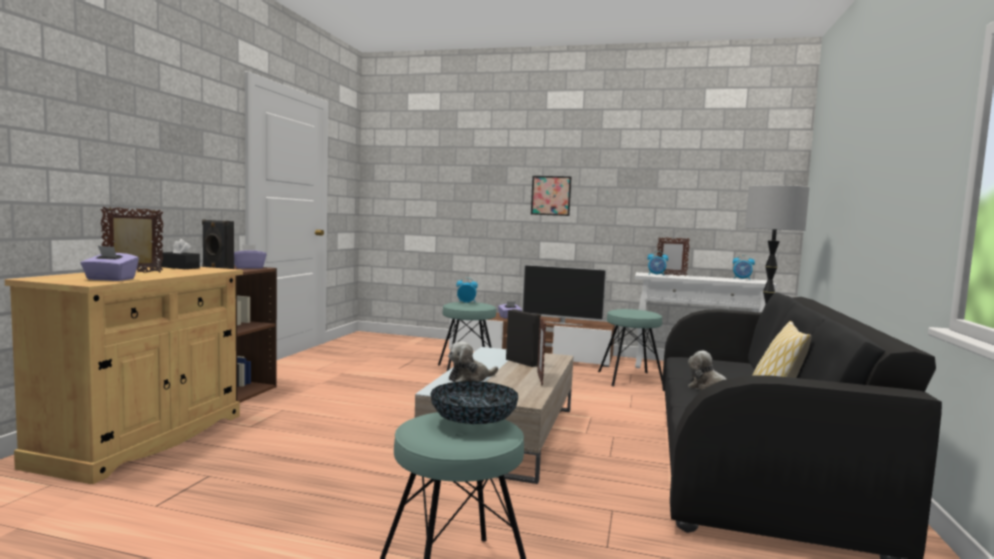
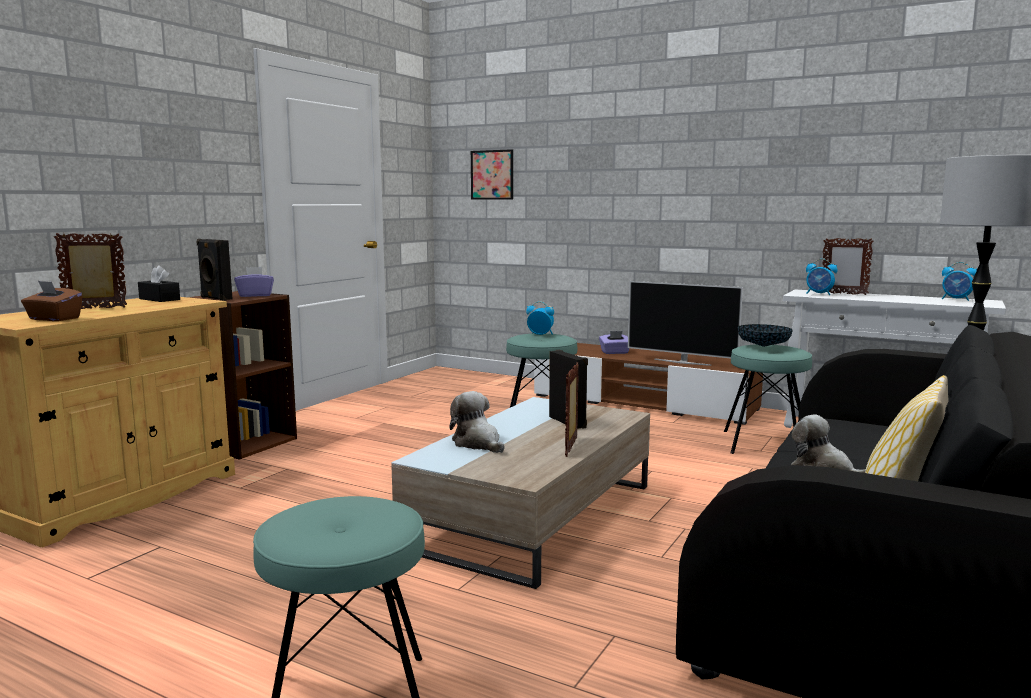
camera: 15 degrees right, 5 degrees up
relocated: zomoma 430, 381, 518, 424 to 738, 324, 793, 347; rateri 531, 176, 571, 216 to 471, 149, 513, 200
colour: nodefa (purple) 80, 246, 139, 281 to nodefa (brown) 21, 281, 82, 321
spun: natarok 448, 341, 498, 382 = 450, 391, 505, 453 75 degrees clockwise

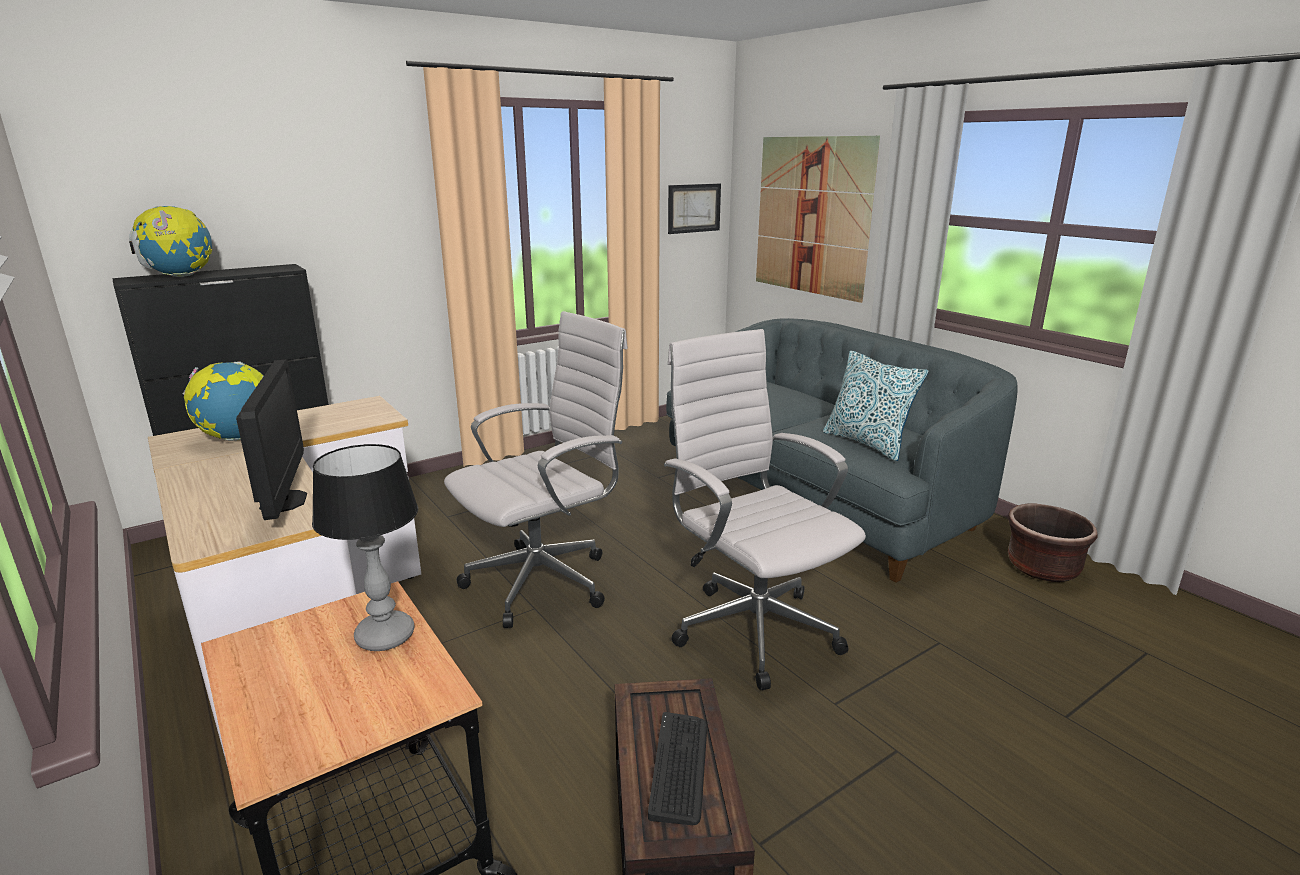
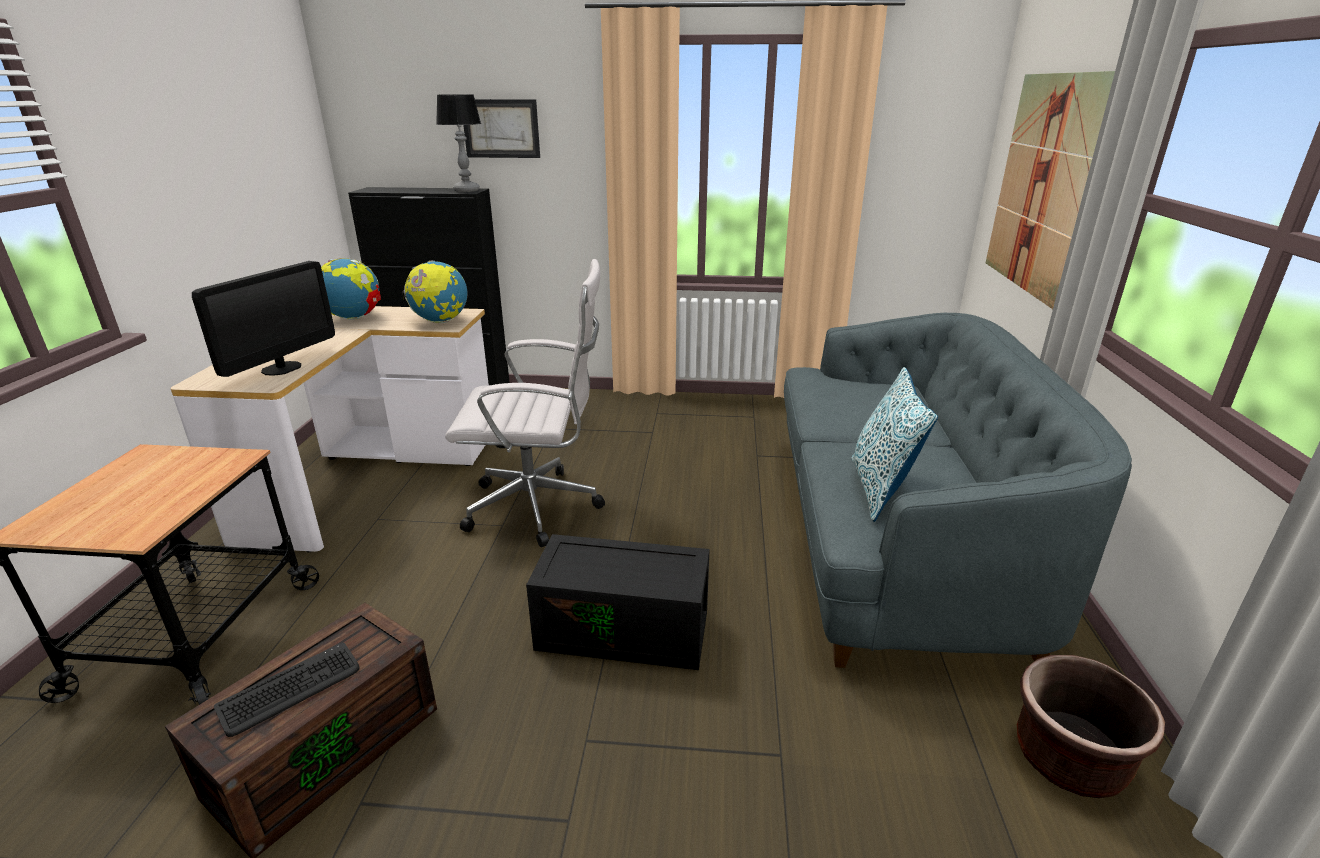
camera: 40 degrees right, 5 degrees up
relocated: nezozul 129, 206, 213, 277 to 403, 260, 468, 323; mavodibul 312, 444, 418, 651 to 436, 94, 481, 192; rateri 668, 184, 721, 234 to 463, 99, 540, 158
exchanged: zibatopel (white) 664, 329, 866, 690 to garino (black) 526, 534, 710, 670

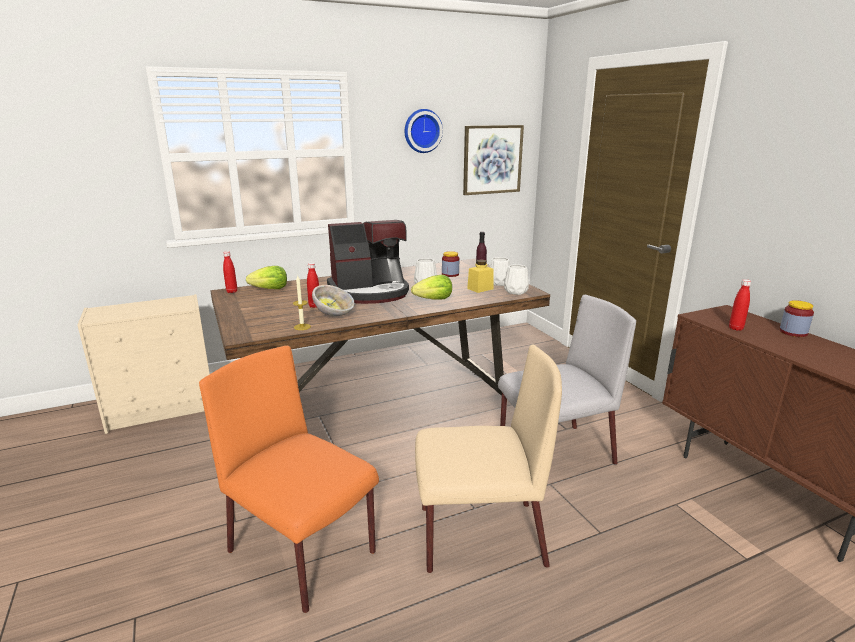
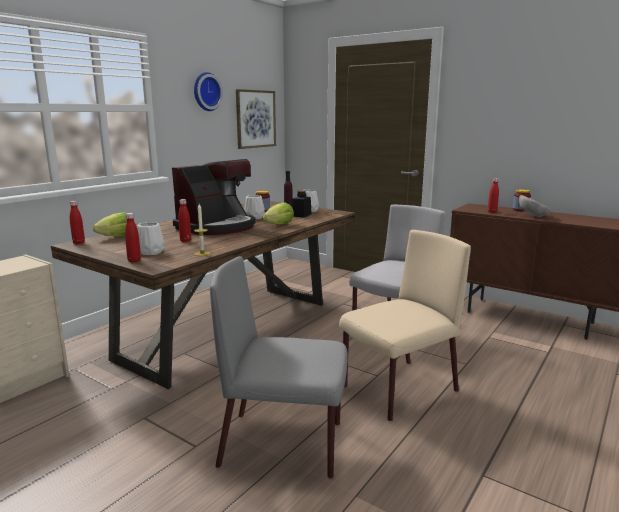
camera: 30 degrees left, 5 degrees down
appeared: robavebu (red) 125, 213, 141, 263
relocated: zomoma 312, 285, 354, 317 to 519, 195, 551, 217; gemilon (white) 504, 264, 529, 295 to 137, 222, 165, 255
colour: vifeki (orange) 199, 346, 379, 613 to vifeki (grey) 210, 256, 348, 479; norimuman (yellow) 467, 259, 494, 293 to norimuman (black) 292, 191, 311, 218

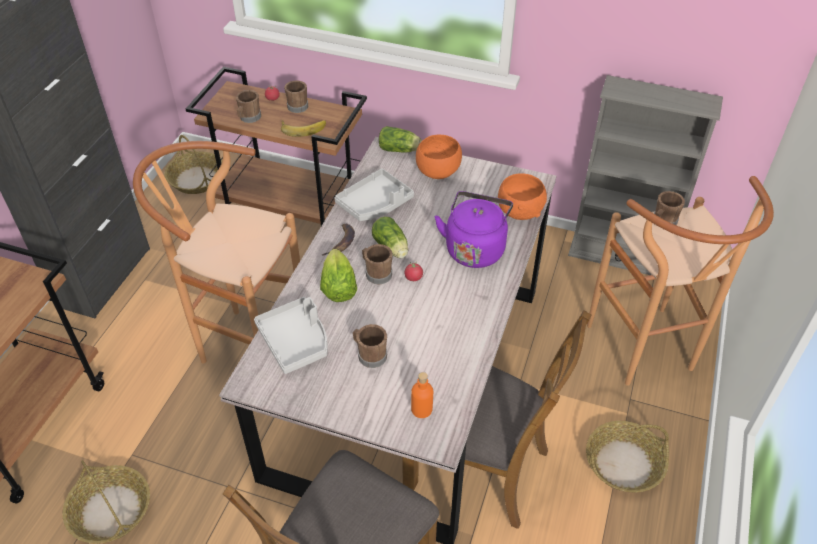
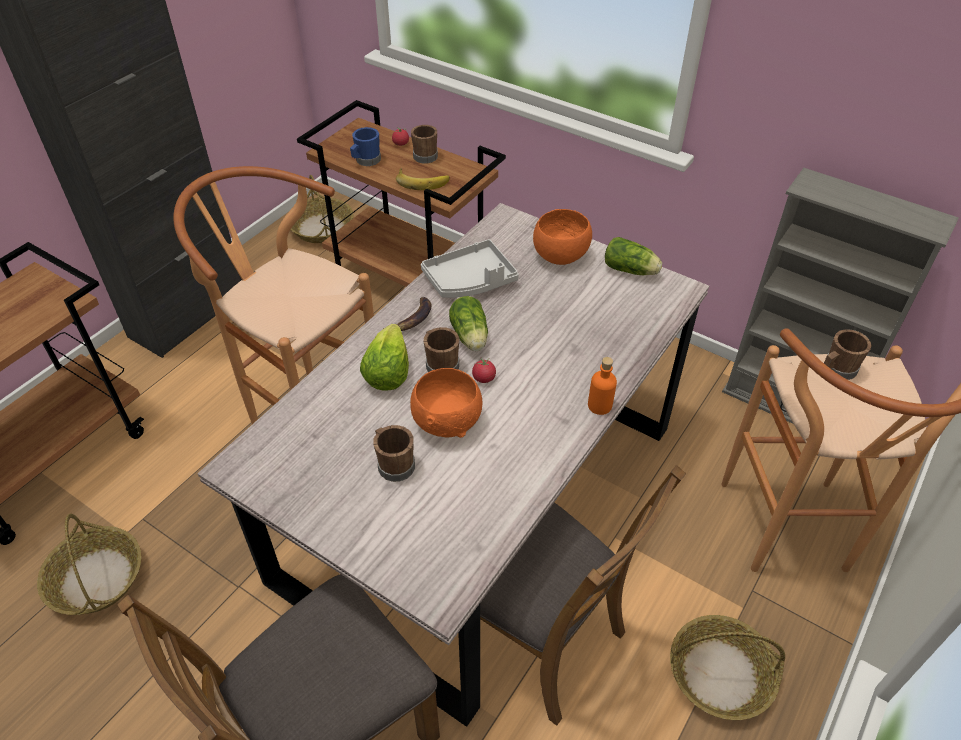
camera: 15 degrees right, 0 degrees up
missing: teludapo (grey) 254, 297, 328, 374; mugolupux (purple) 435, 191, 513, 268
relocated: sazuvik 379, 126, 422, 153 to 605, 237, 662, 275; robavebu (orange) 411, 372, 433, 418 to 588, 357, 617, 415; zomoma (orange) 498, 173, 547, 220 to 410, 368, 482, 438
colour: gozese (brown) 236, 90, 261, 123 to gozese (blue) 350, 127, 381, 166

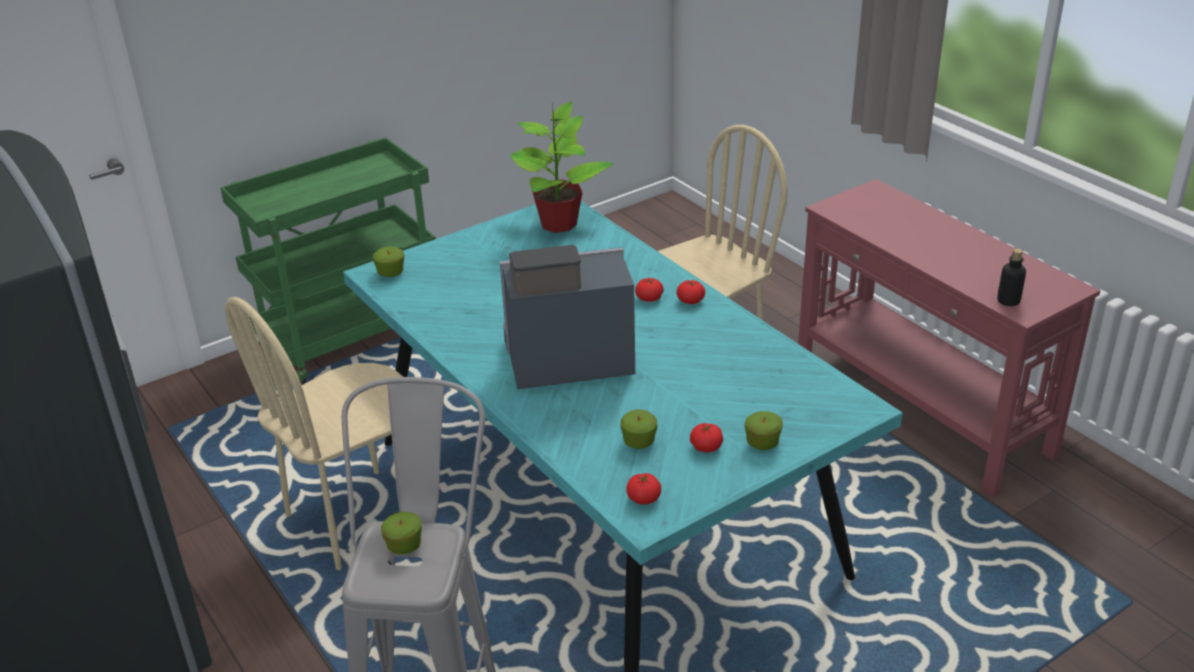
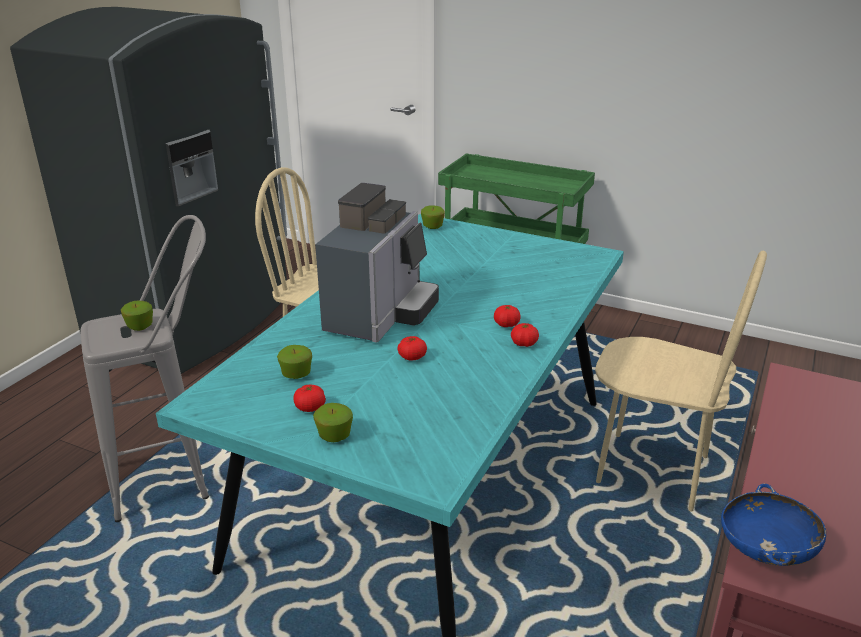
camera: 60 degrees right, 5 degrees down
missing: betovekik 510, 102, 614, 233
relocated: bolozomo 626, 473, 661, 505 to 397, 336, 427, 361
exchanged: robavebu 997, 248, 1026, 306 to zomoma (blue) 721, 483, 826, 566
spun: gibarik 500, 245, 635, 390 = 315, 183, 439, 343 60 degrees clockwise

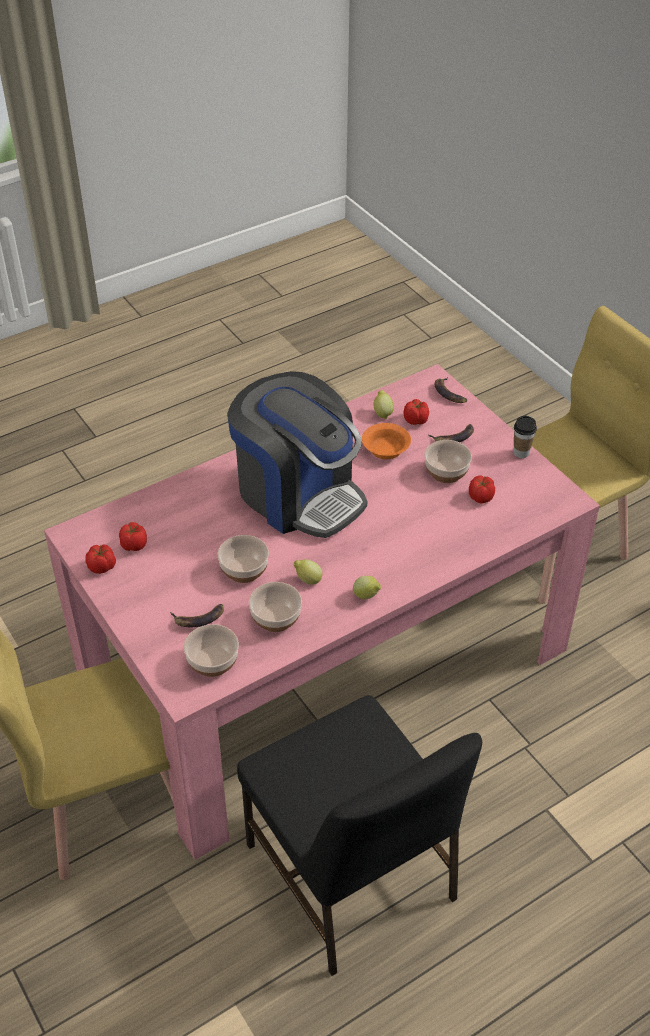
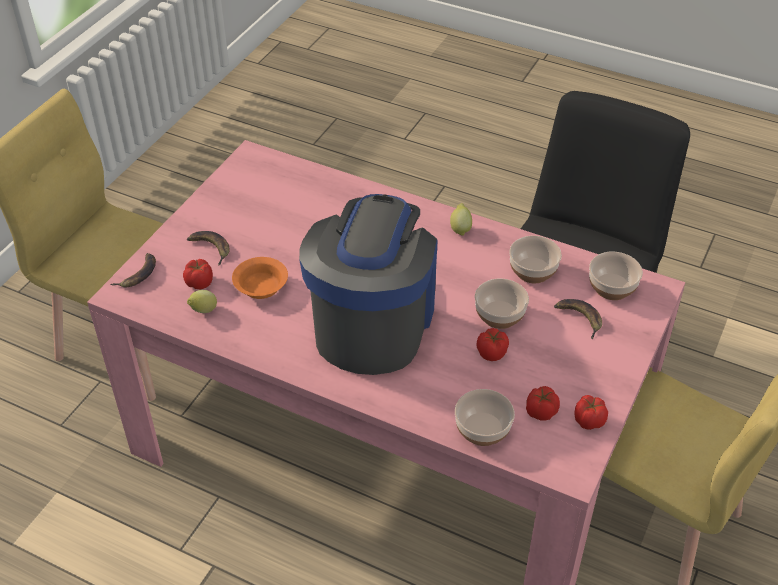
camera: 120 degrees left, 0 degrees up
missing: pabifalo 294, 559, 322, 585; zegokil 513, 416, 537, 458
relocated: zomoma 424, 440, 472, 483 to 455, 389, 515, 446; bolozomo 469, 475, 495, 504 to 476, 328, 509, 361

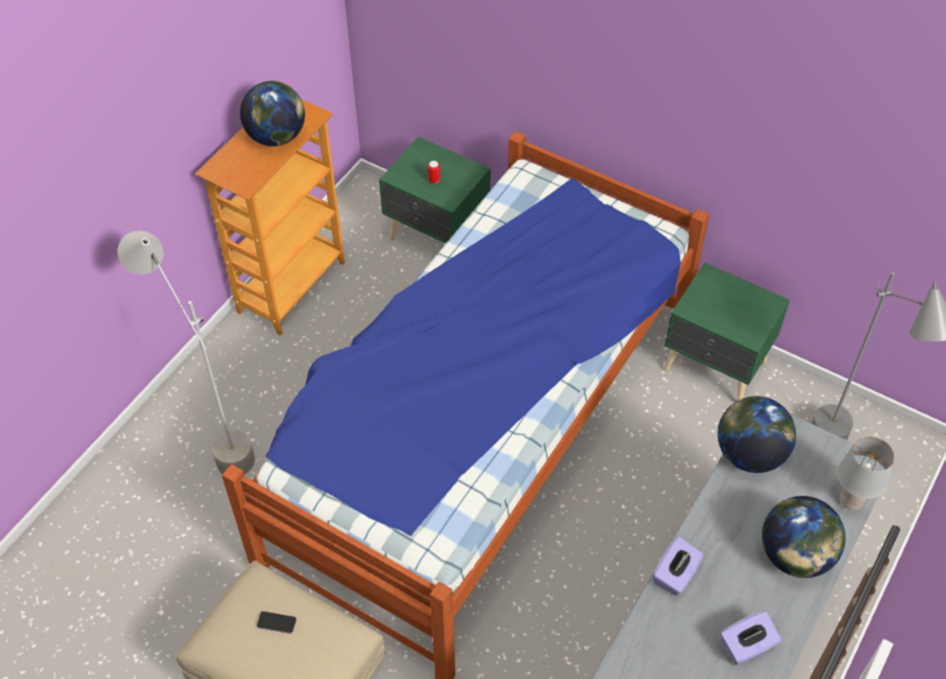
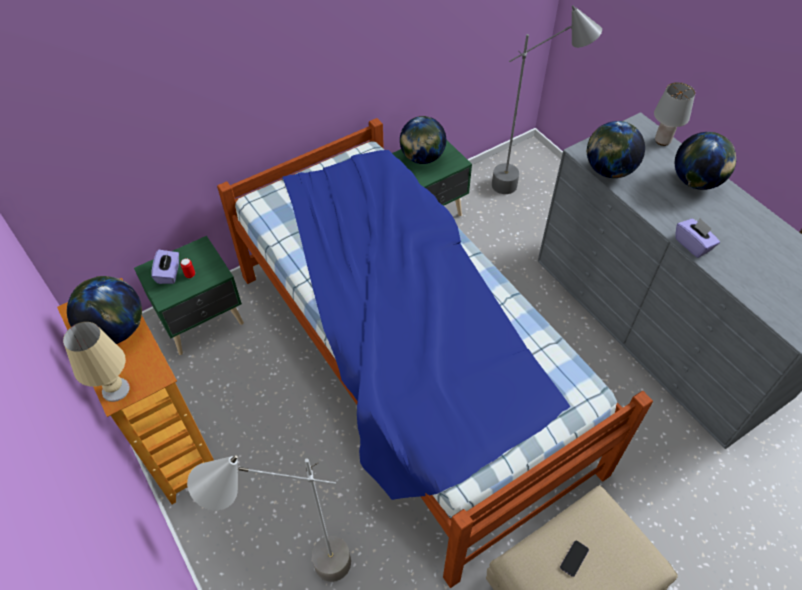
camera: 65 degrees left, 0 degrees up
appeared: mavodibul (beige) 63, 322, 130, 402; nezozul 400, 116, 446, 164
relocated: nodefa (purple) 720, 611, 781, 665 to 151, 250, 179, 284

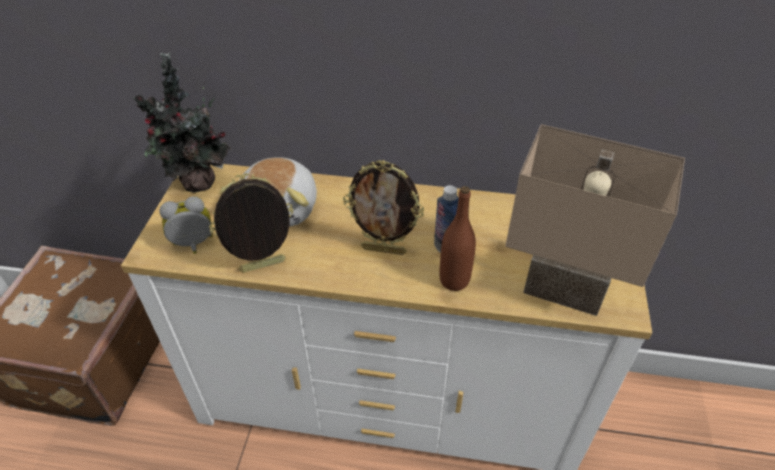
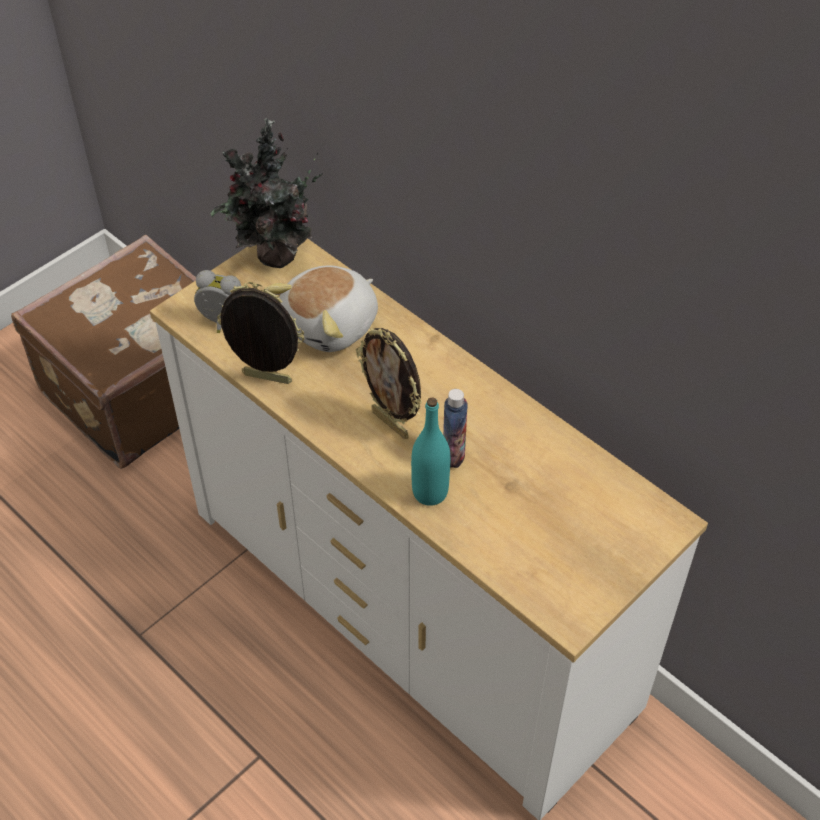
camera: 35 degrees right, 5 degrees up
missing: mavodibul (beige) 505, 124, 685, 316
colour: robavebu (brown) 439, 186, 476, 291 to robavebu (turquoise) 411, 397, 450, 506

